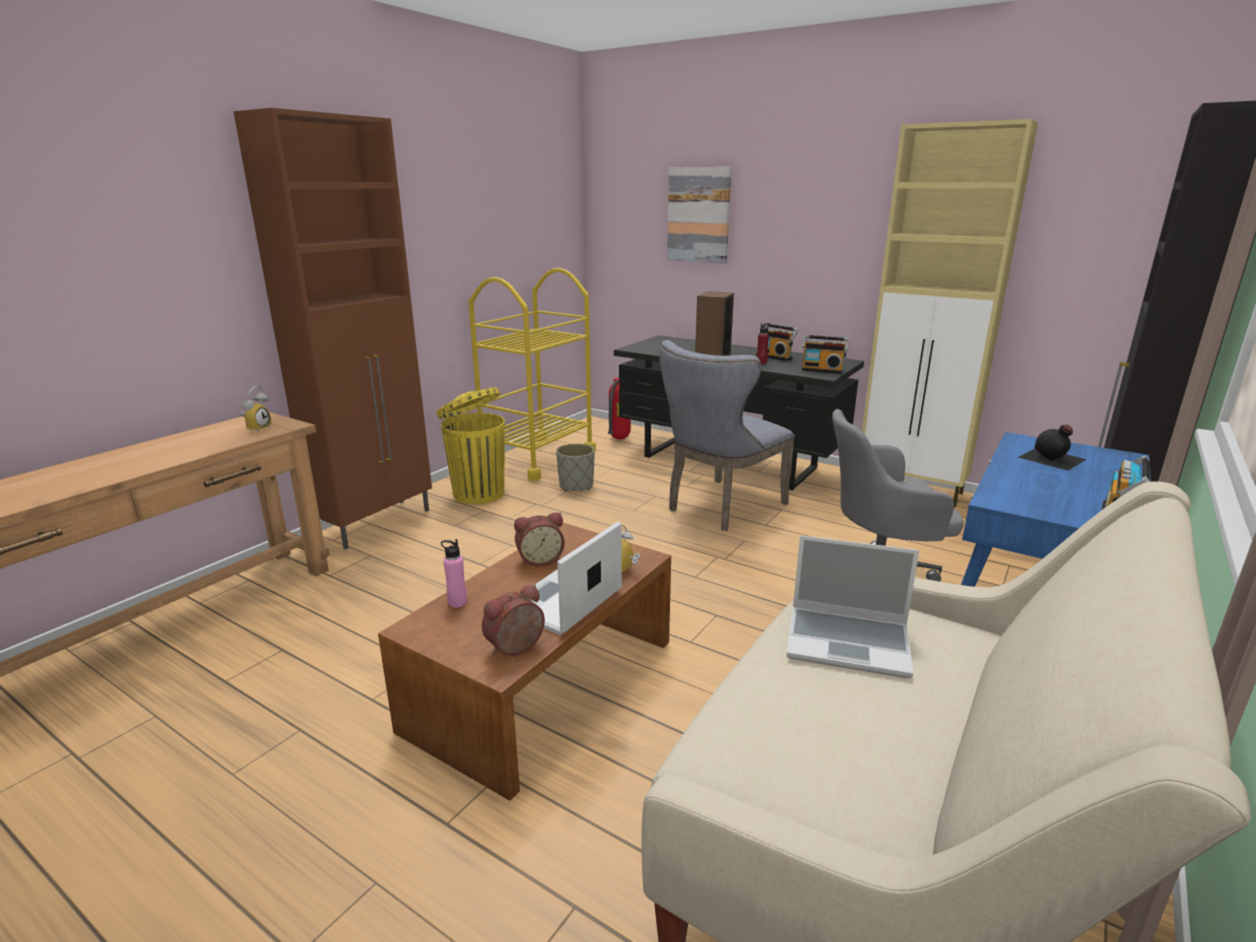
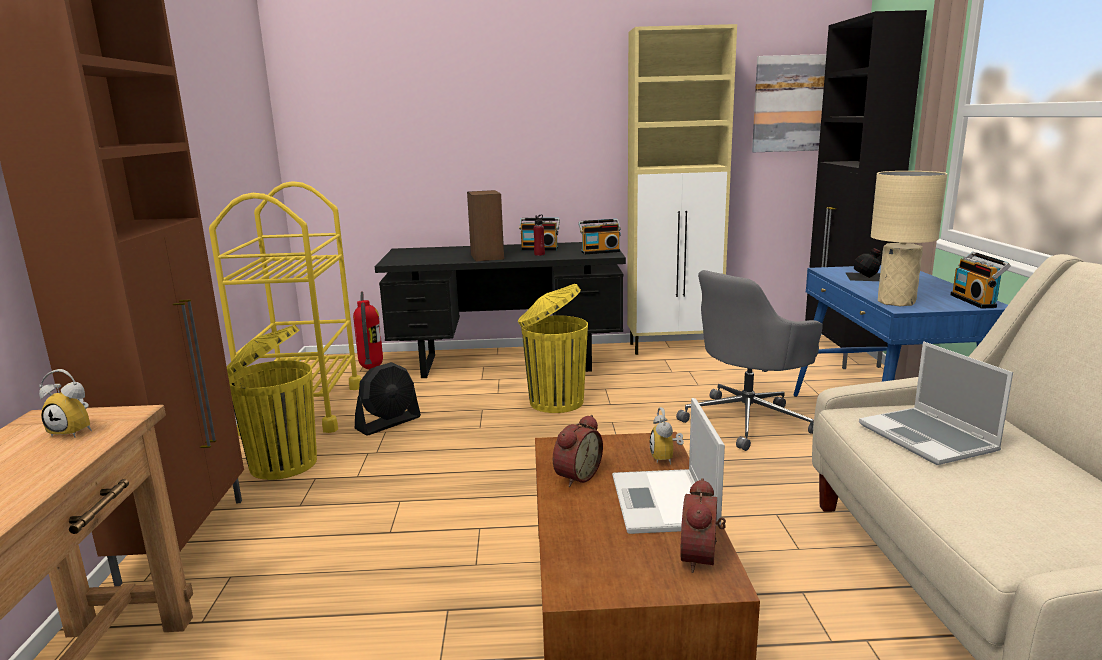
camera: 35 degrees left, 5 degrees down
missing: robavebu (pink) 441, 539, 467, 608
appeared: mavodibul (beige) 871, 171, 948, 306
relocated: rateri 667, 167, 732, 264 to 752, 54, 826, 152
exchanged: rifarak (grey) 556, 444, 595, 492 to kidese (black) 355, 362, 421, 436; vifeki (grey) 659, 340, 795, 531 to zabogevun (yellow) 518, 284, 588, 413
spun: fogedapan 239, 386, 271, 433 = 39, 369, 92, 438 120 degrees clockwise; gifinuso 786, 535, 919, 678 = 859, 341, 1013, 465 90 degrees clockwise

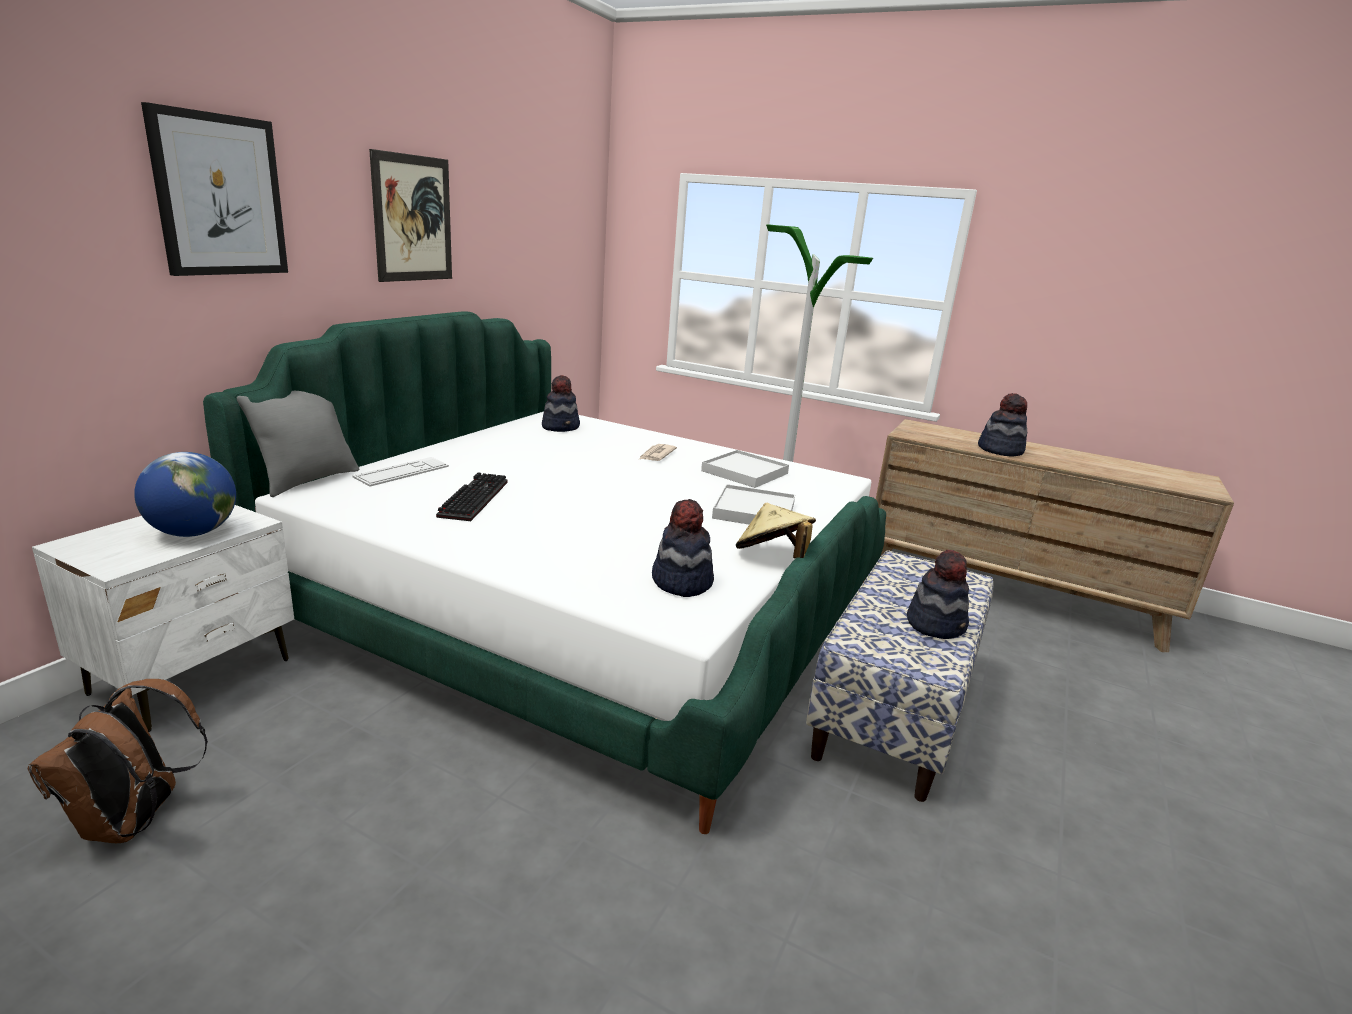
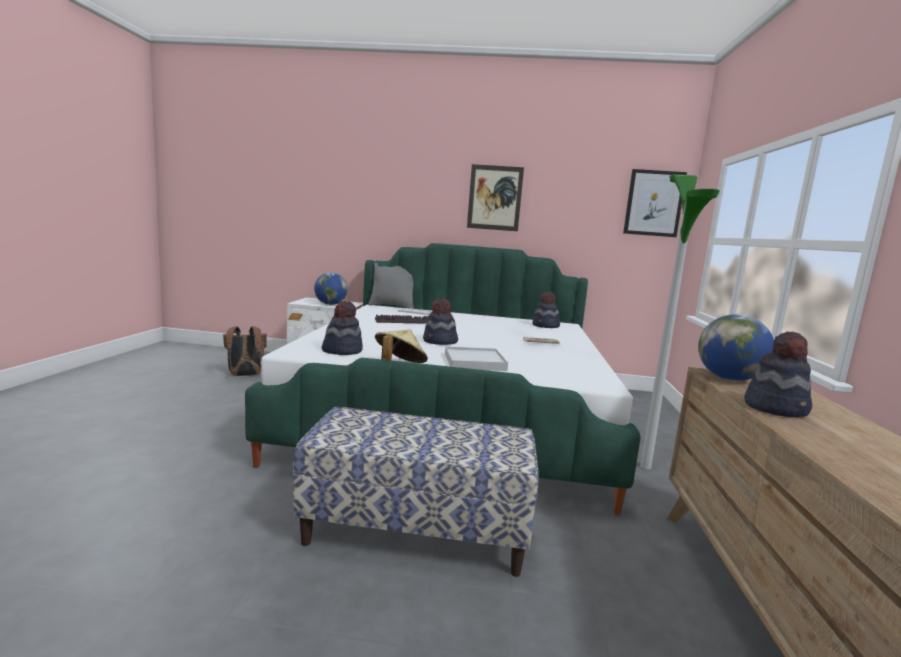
camera: 70 degrees right, 10 degrees down
missing: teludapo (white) 701, 450, 789, 488
appeared: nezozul 698, 314, 774, 381
relocated: rateri 141, 102, 288, 276 to 623, 169, 687, 237; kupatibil 907, 550, 969, 639 to 423, 298, 458, 345

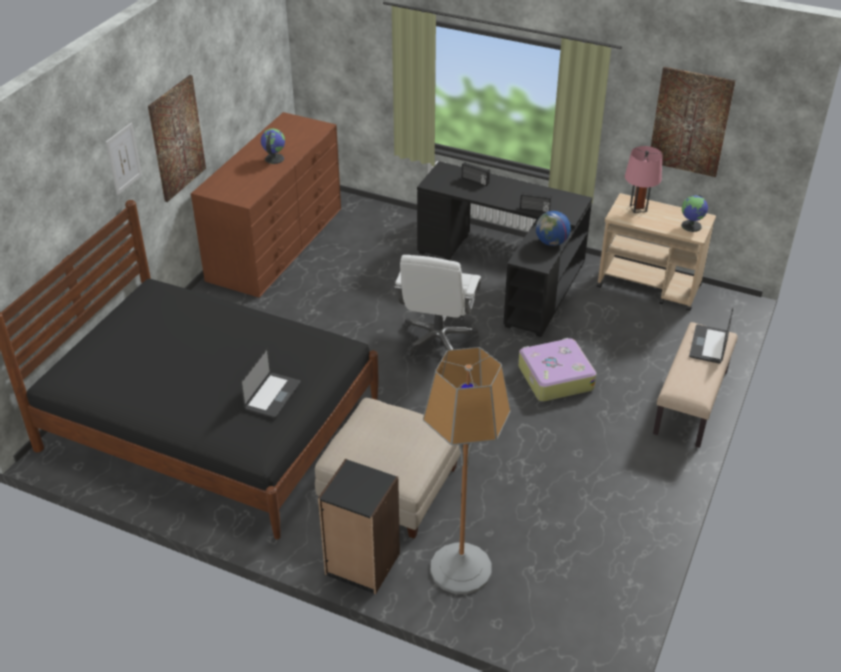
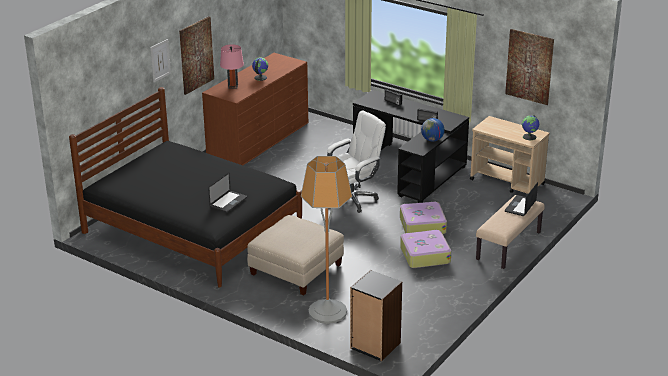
camera: 10 degrees right, 10 degrees down
appeared: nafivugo 400, 230, 451, 268
relocated: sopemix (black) 318, 459, 400, 594 to 350, 270, 402, 361; mavodibul (pink) 625, 146, 662, 213 to 220, 44, 244, 88
spun: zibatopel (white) 394, 255, 481, 357 = 327, 111, 386, 213 150 degrees counterclockwise

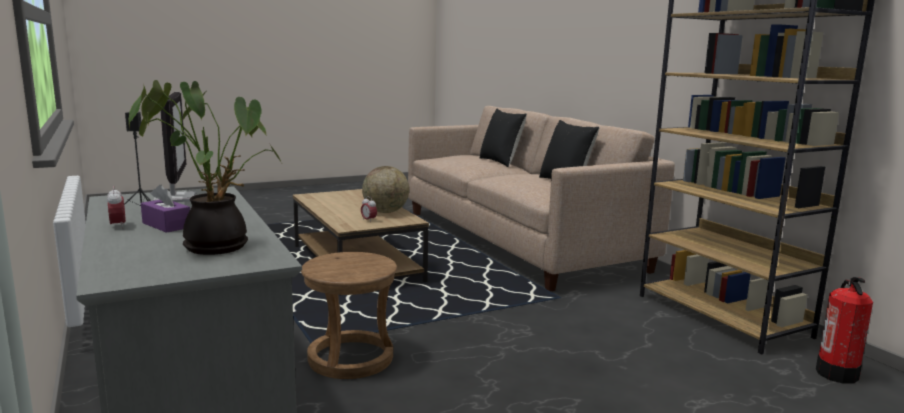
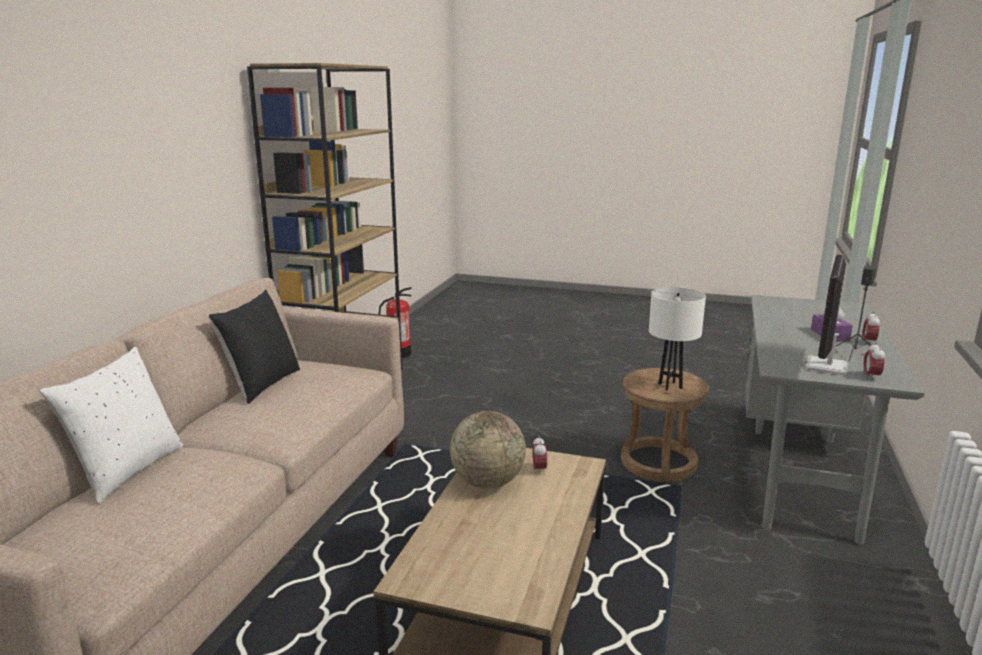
camera: 135 degrees left, 5 degrees up
missing: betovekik 129, 80, 281, 255
appeared: mavodibul (white) 649, 287, 706, 390; fogedapan 864, 342, 885, 380
colour: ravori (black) 480, 109, 527, 167 to ravori (white) 40, 347, 183, 504

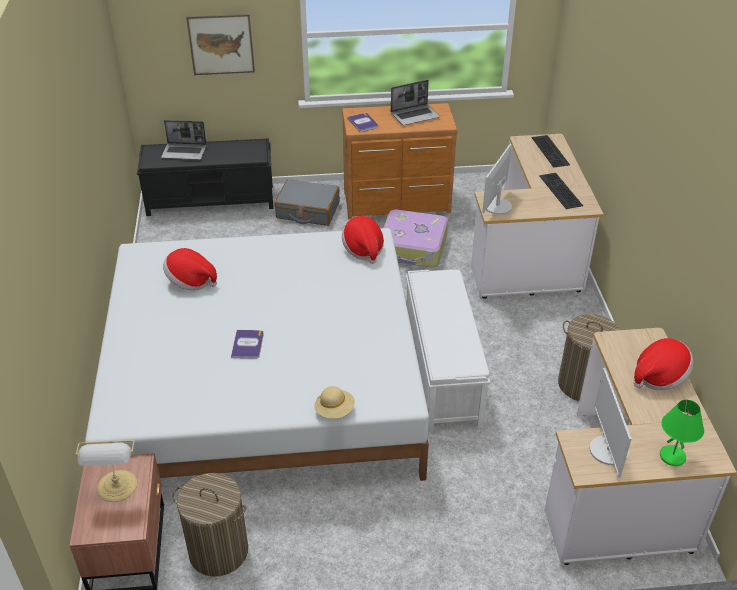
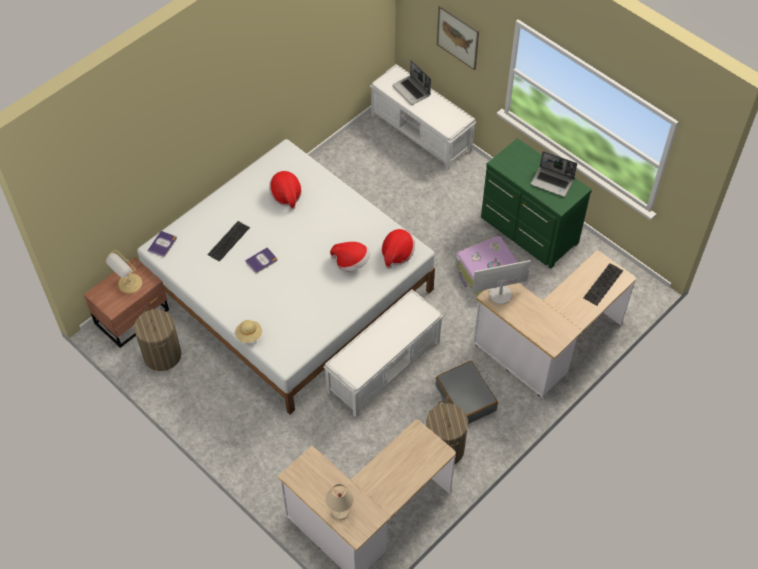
camera: 50 degrees right, 15 degrees up
missing: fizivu 590, 368, 632, 477
relocated: nafivugo (grey) 275, 179, 340, 226 to 435, 361, 498, 424; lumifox 347, 113, 378, 132 to 147, 231, 177, 257; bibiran 539, 173, 583, 209 to 207, 221, 250, 262; kupatibil 634, 338, 693, 390 to 330, 242, 370, 271
colour: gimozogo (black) 137, 138, 274, 216 to gimozogo (white) 370, 64, 476, 171; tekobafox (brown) 342, 103, 457, 219 to tekobafox (green) 481, 138, 592, 269; mavodibul (green) 660, 400, 704, 466 to mavodibul (beige) 326, 484, 354, 520

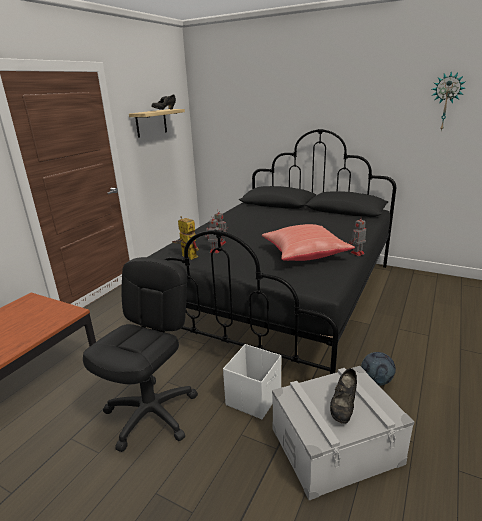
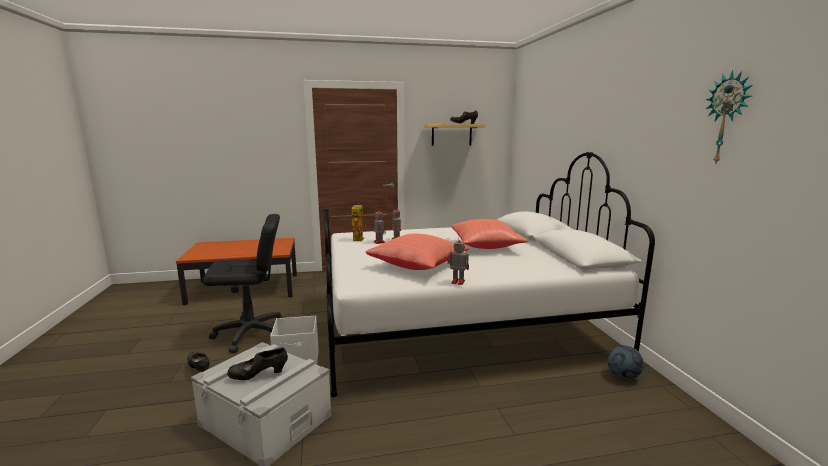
camera: 50 degrees right, 10 degrees down
appeared: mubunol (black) 187, 352, 210, 372; ravori (red) 451, 219, 528, 249
relocated: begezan 361, 352, 396, 386 to 607, 345, 644, 379
colour: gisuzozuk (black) 141, 129, 396, 374 to gisuzozuk (white) 324, 152, 655, 397

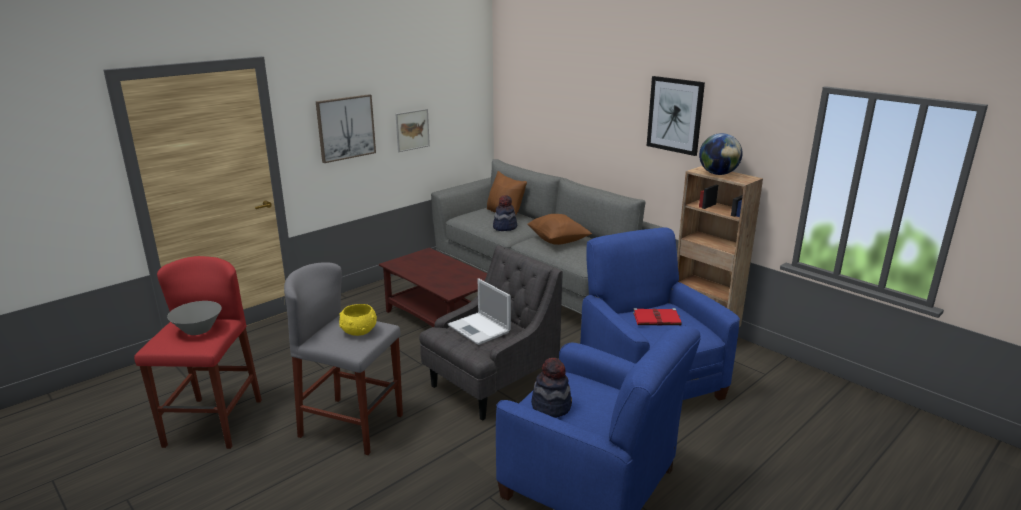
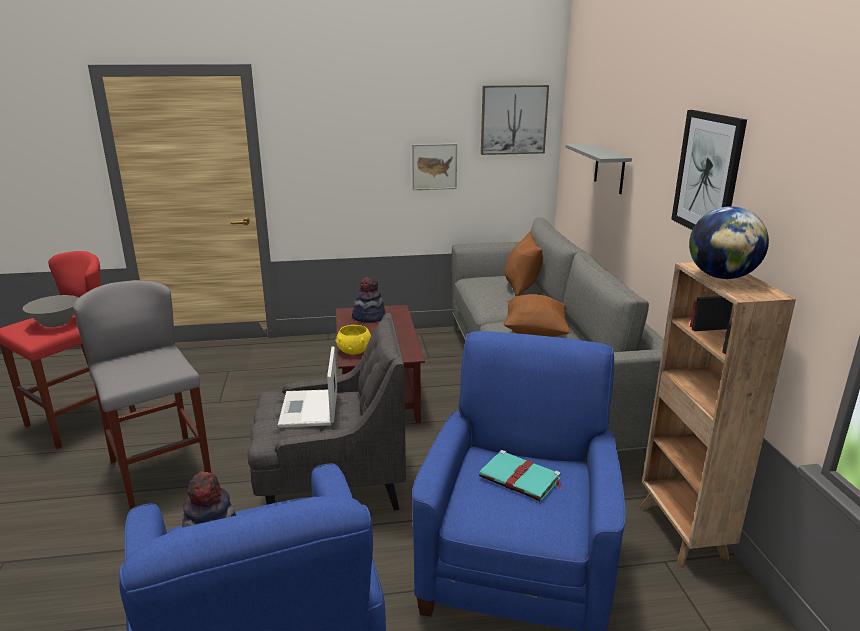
camera: 35 degrees right, 0 degrees up
appeared: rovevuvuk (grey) 566, 144, 632, 194
relocated: rateri 316, 94, 376, 163 to 481, 85, 549, 155; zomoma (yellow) 339, 304, 377, 336 to 336, 325, 371, 355; kupatibil 493, 195, 517, 231 to 352, 277, 385, 323
colour: lumifox (red) 633, 308, 682, 326 to lumifox (turquoise) 479, 450, 562, 501

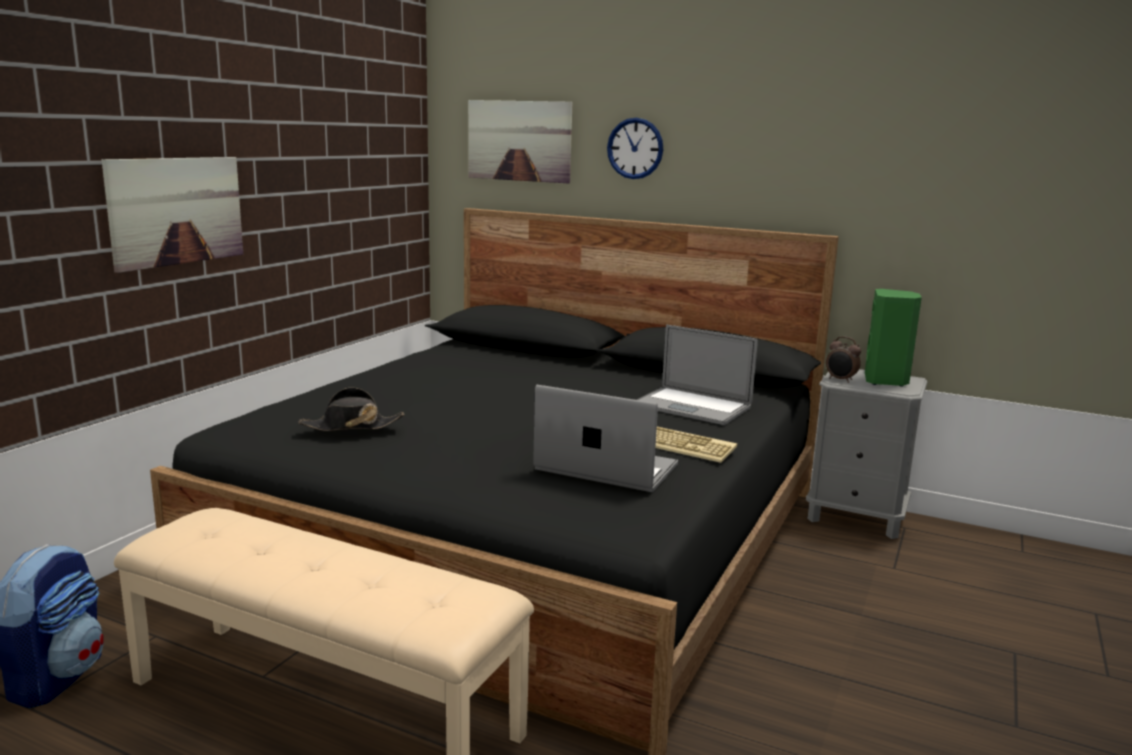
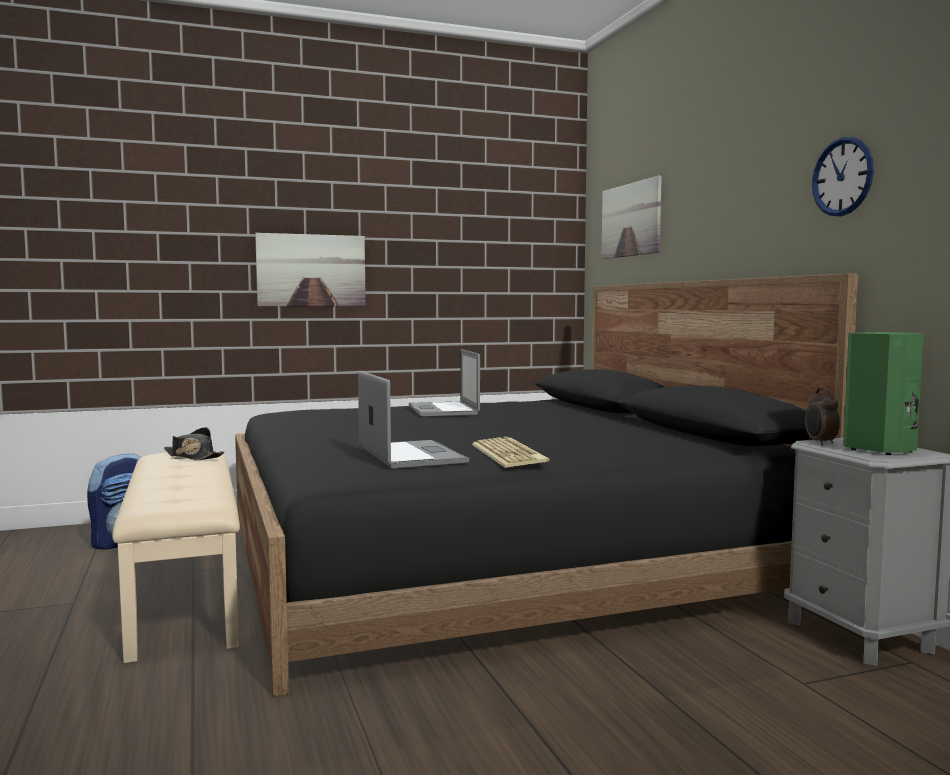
camera: 45 degrees right, 10 degrees down
relocated: kupatibil (black) 298, 387, 405, 431 to 164, 427, 224, 460; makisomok 607, 118, 663, 179 to 812, 137, 874, 216; gifinuso 637, 325, 758, 425 to 409, 349, 480, 416

